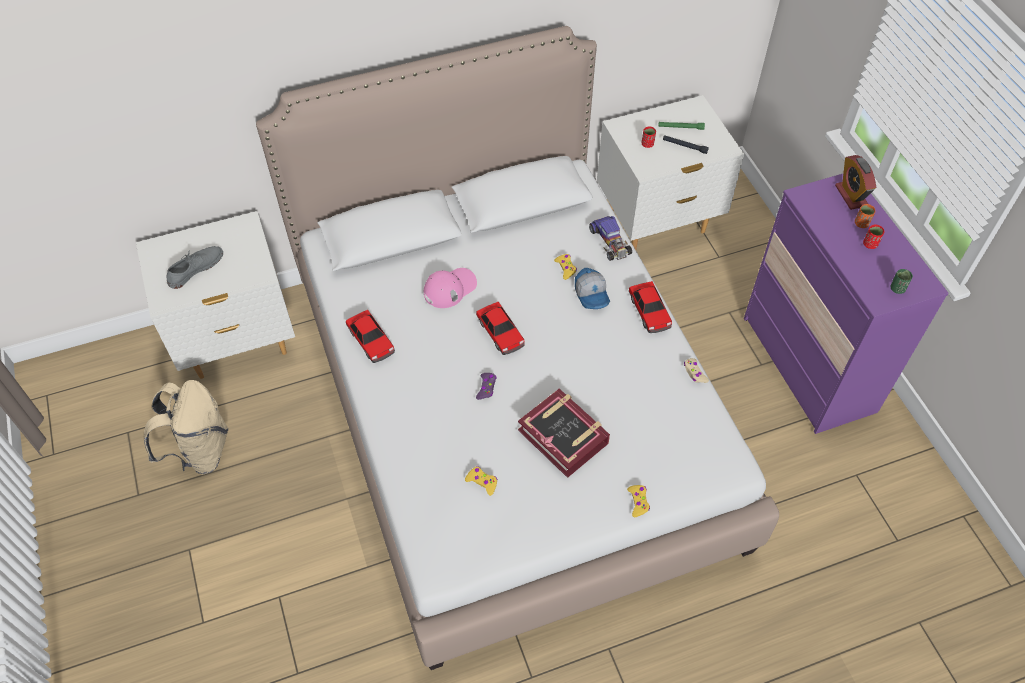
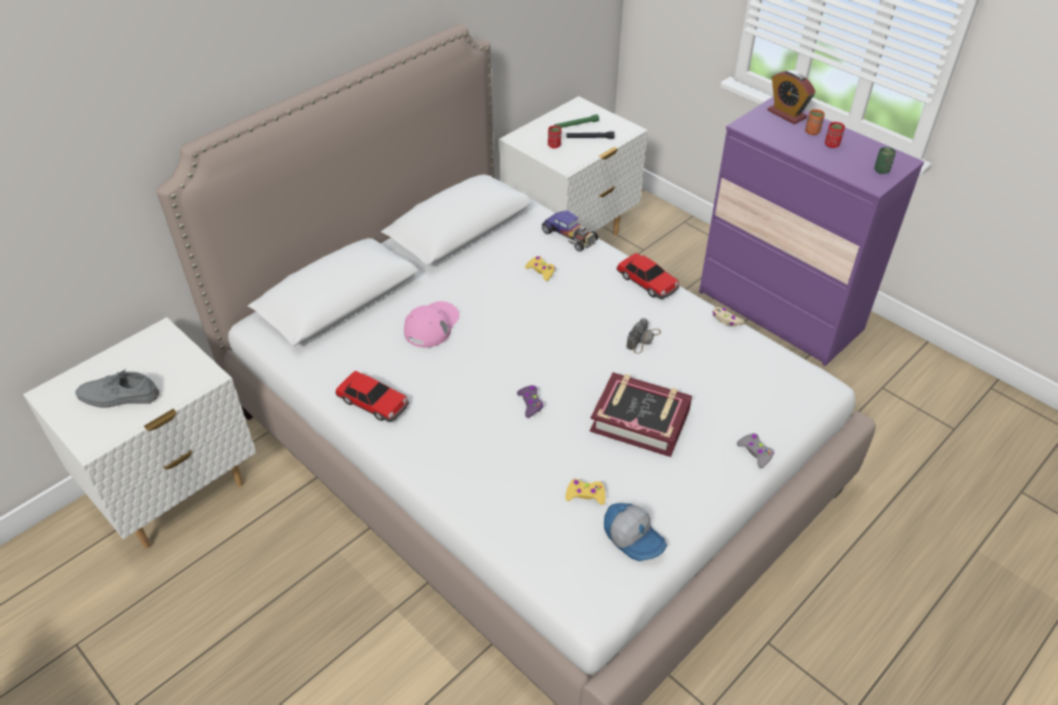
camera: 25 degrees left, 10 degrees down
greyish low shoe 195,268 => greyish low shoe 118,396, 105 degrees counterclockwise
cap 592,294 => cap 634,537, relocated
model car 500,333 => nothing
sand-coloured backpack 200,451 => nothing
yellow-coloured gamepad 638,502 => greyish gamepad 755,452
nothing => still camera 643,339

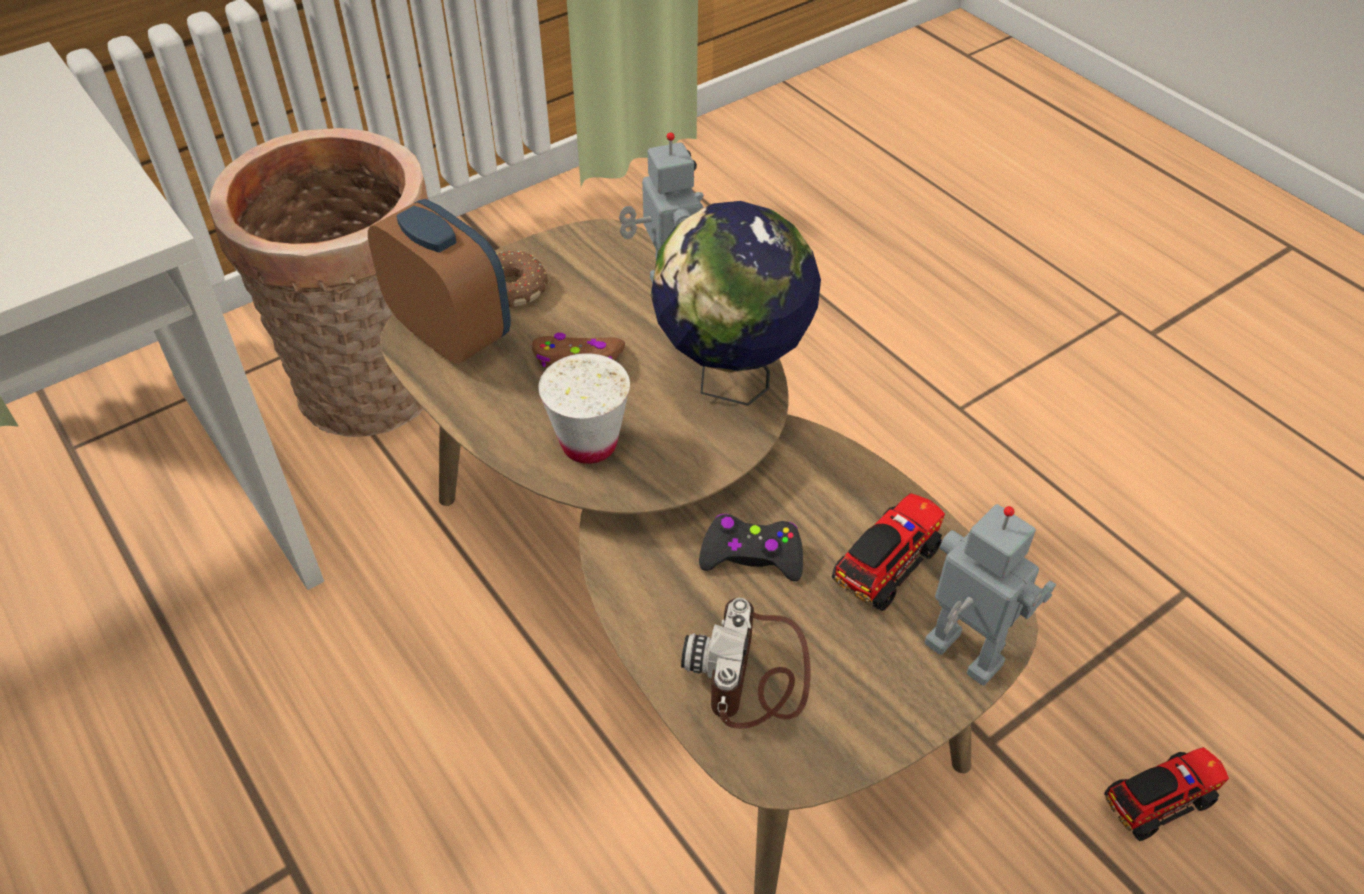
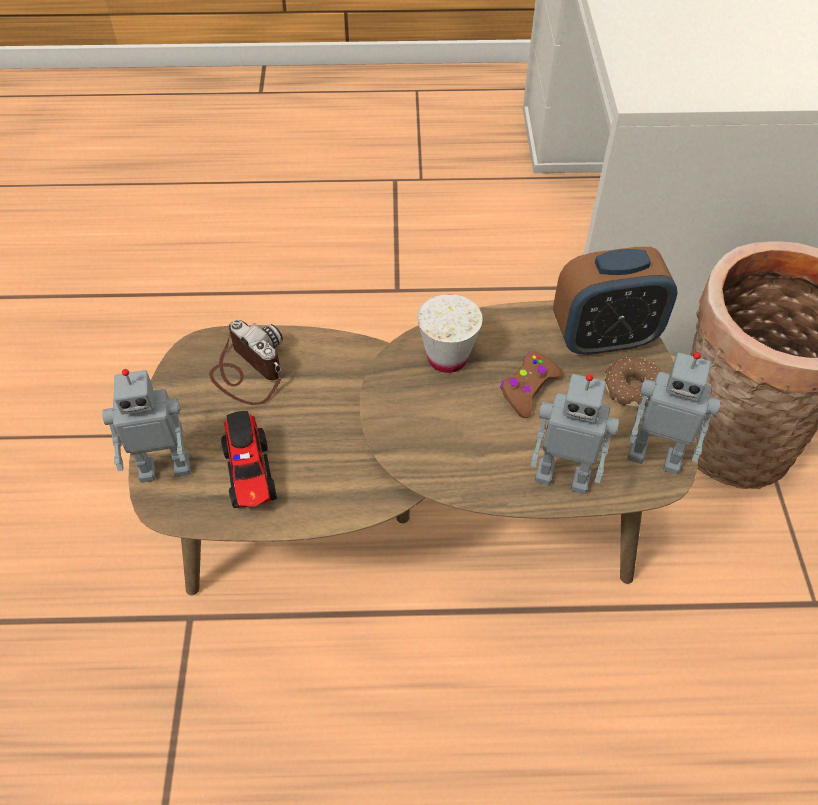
camera: 125 degrees right, 5 degrees up
world globe 731,380 => nothing
black-coloured gamepad 751,556 => nothing
model truck 1159,800 => nothing
nothing => toy robot 655,455

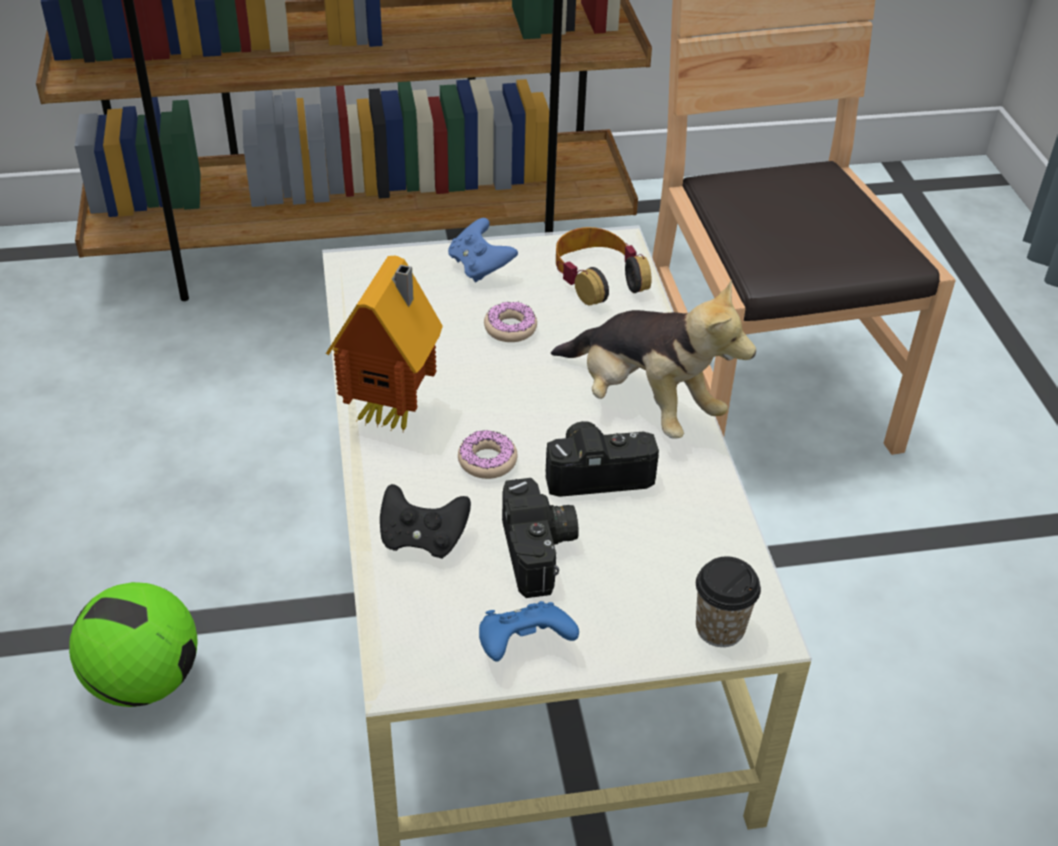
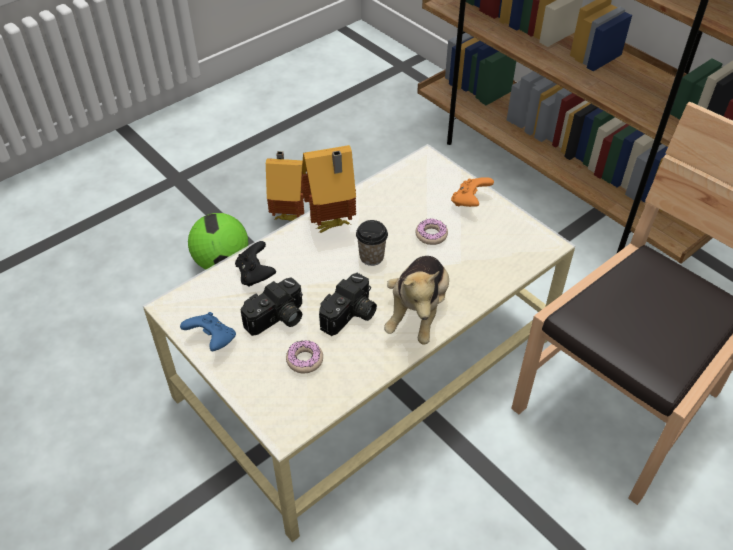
camera: 60 degrees right, 5 degrees up
blue gamepad 480,267 => orange gamepad 470,201
headphones 598,276 => nothing
still camera 598,471 => still camera 350,316, 75 degrees clockwise
doughnut 487,461 => doughnut 304,360, relocated
cup 719,628 => cup 371,257, relocated
nothing => miniature house 289,215

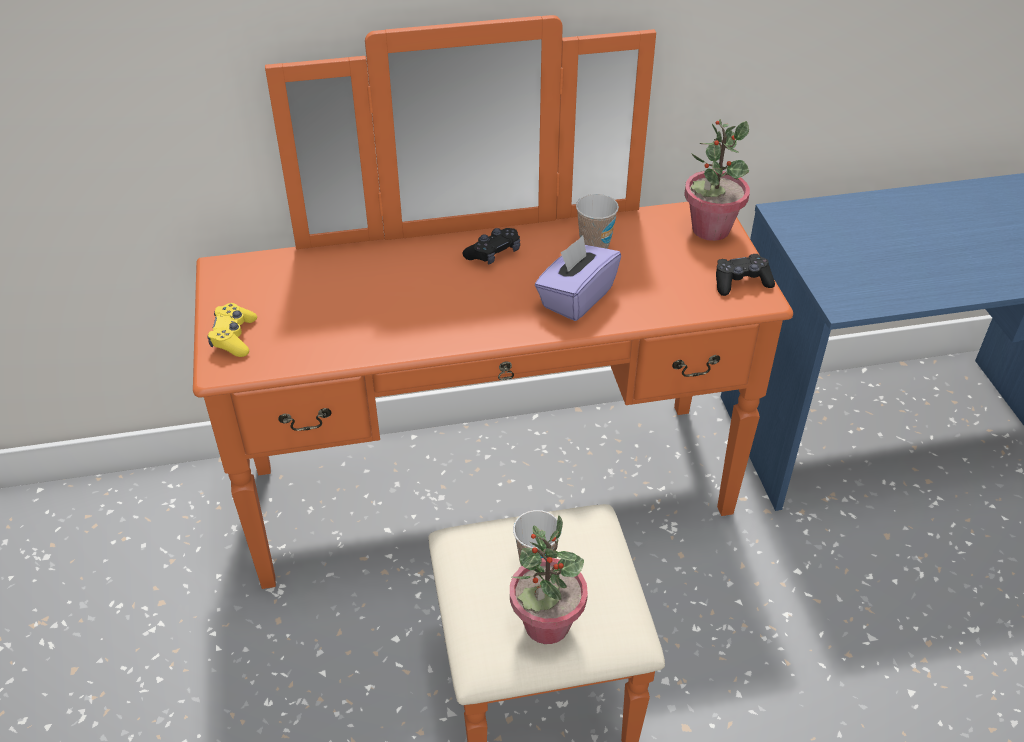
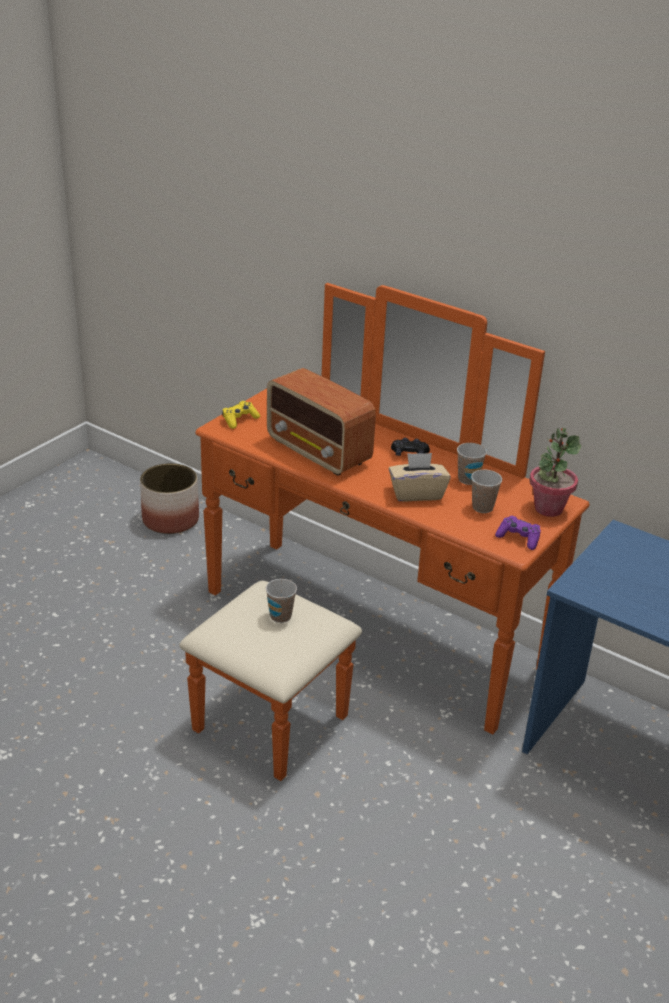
camera: 45 degrees right, 10 degrees down
purplish tissue holder 576,298 => sand-coloured tissue holder 417,493
black-coloured gamepad 741,282 => purplish gamepad 518,538
houseplant 546,625 => nothing
nothing => radio 319,452
nothing => plant pot 170,519
nothing => cup 482,507

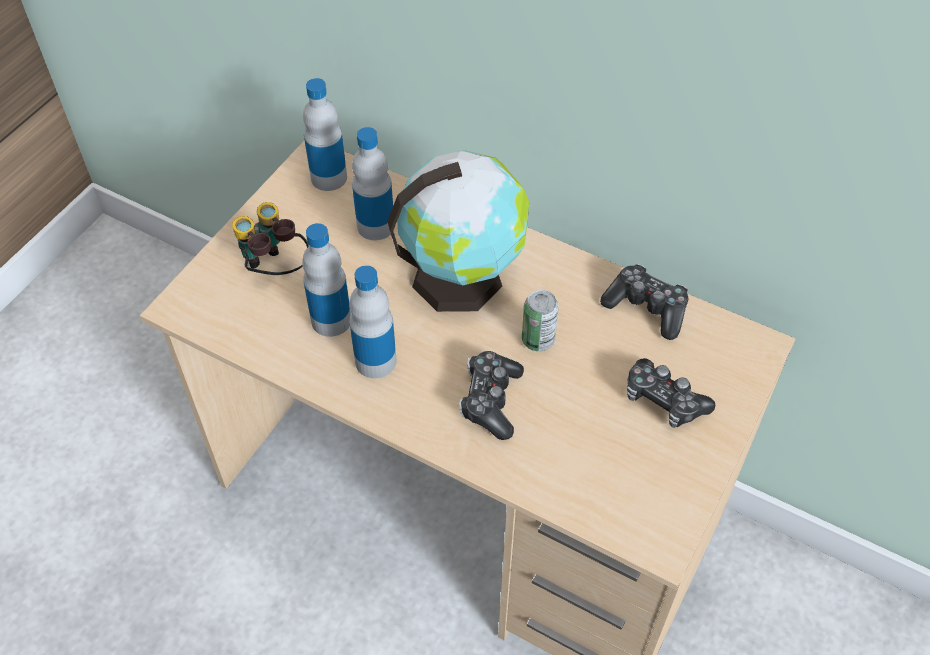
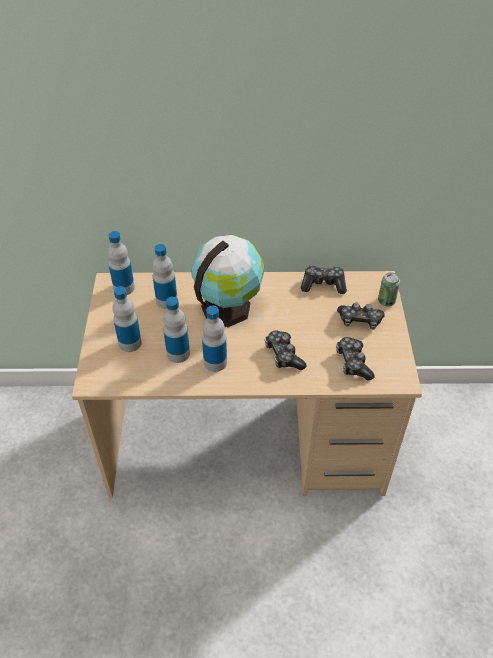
camera: 30 degrees left, 5 degrees down
pair of binoculars 275,270 => drink bottle 130,343
can 538,340 => can 386,301, relocated
nothing => gamepad 353,363

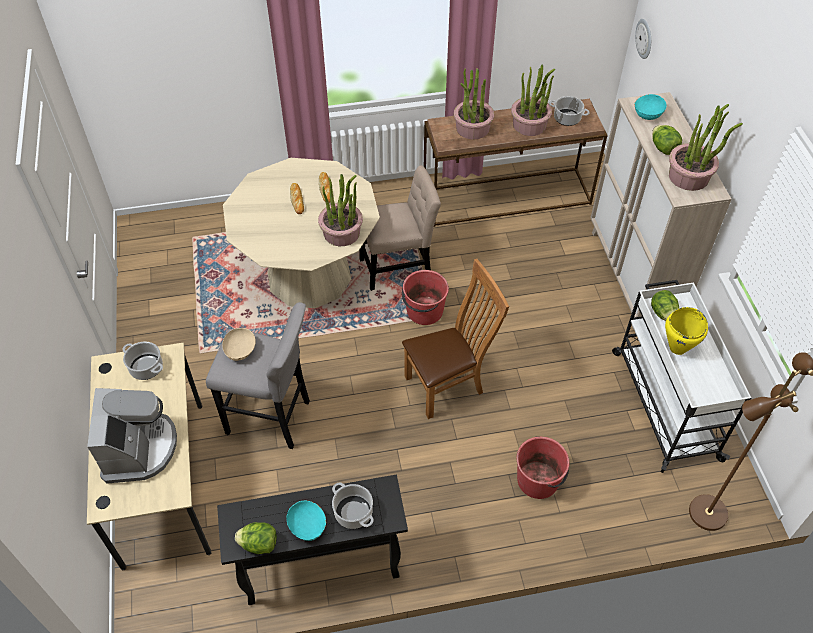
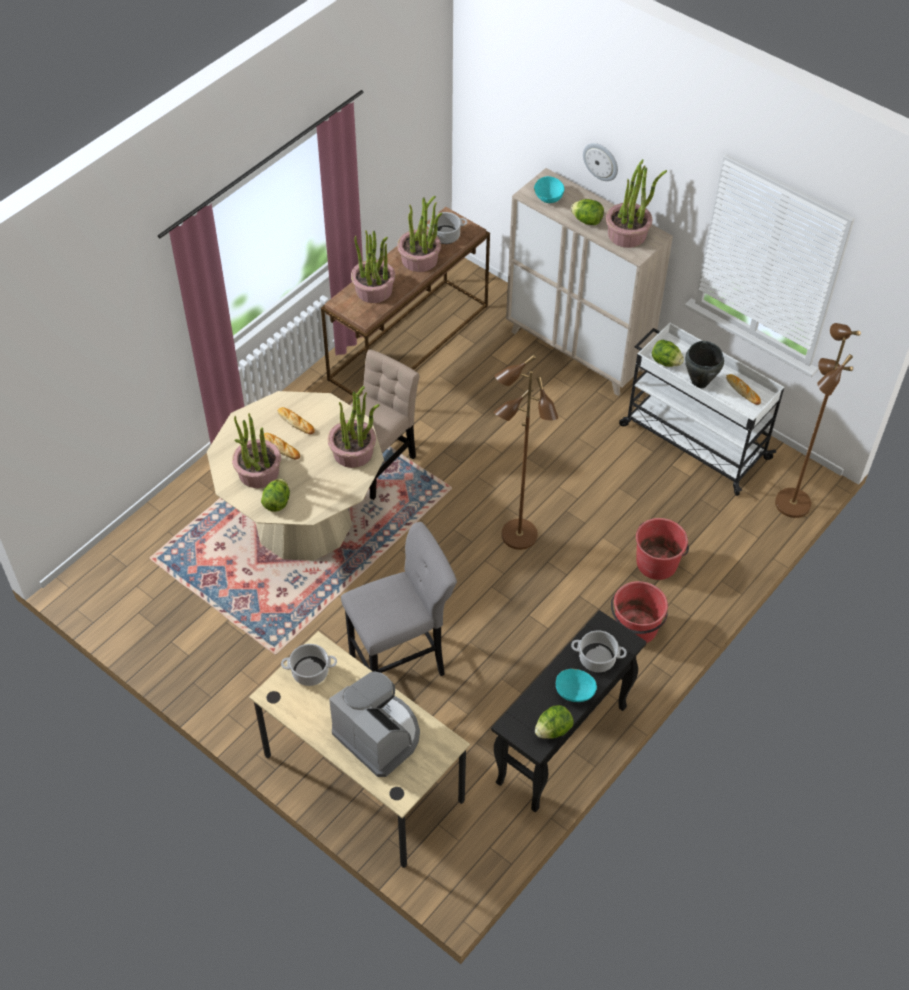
camera: 40 degrees left, 0 degrees up
hanging clock 644,38 => hanging clock 601,161, relocated
brownish chair 448,384 => brownish floor lamp 518,536
red-coloured bucket 424,311 => red-coloured bucket 636,628, relocated
yellow-coloured stockpot 677,348 => black-coloured stockpot 699,383
sand-coloured serving bowl 241,351 => nothing
nothing => baked bread 743,391
nothing => houseplant 258,472
nothing => lettuce 277,502

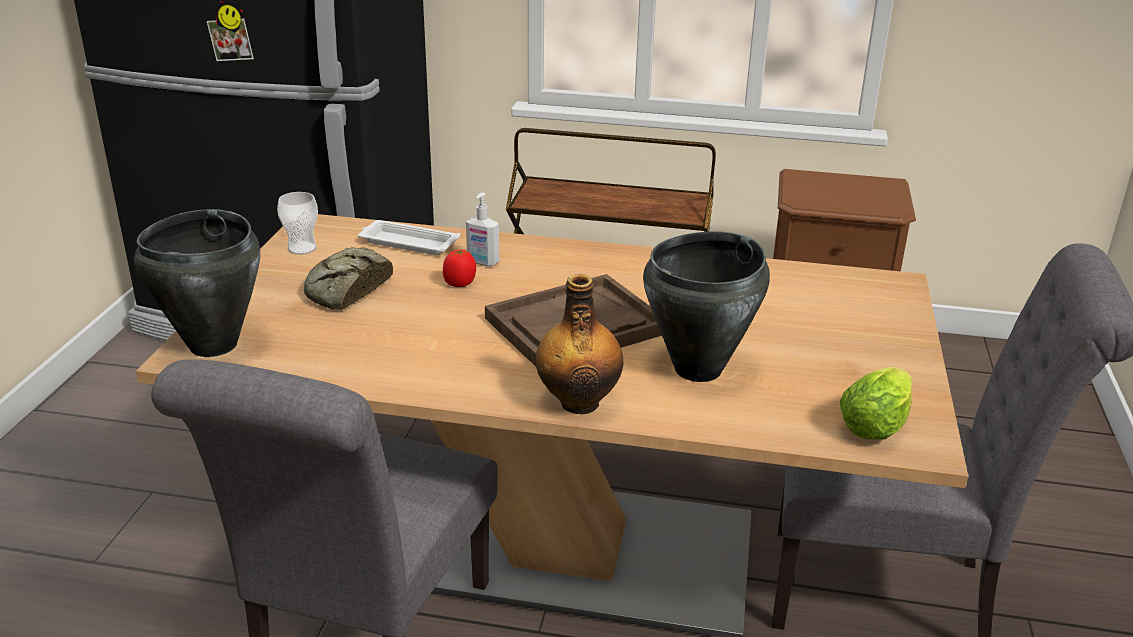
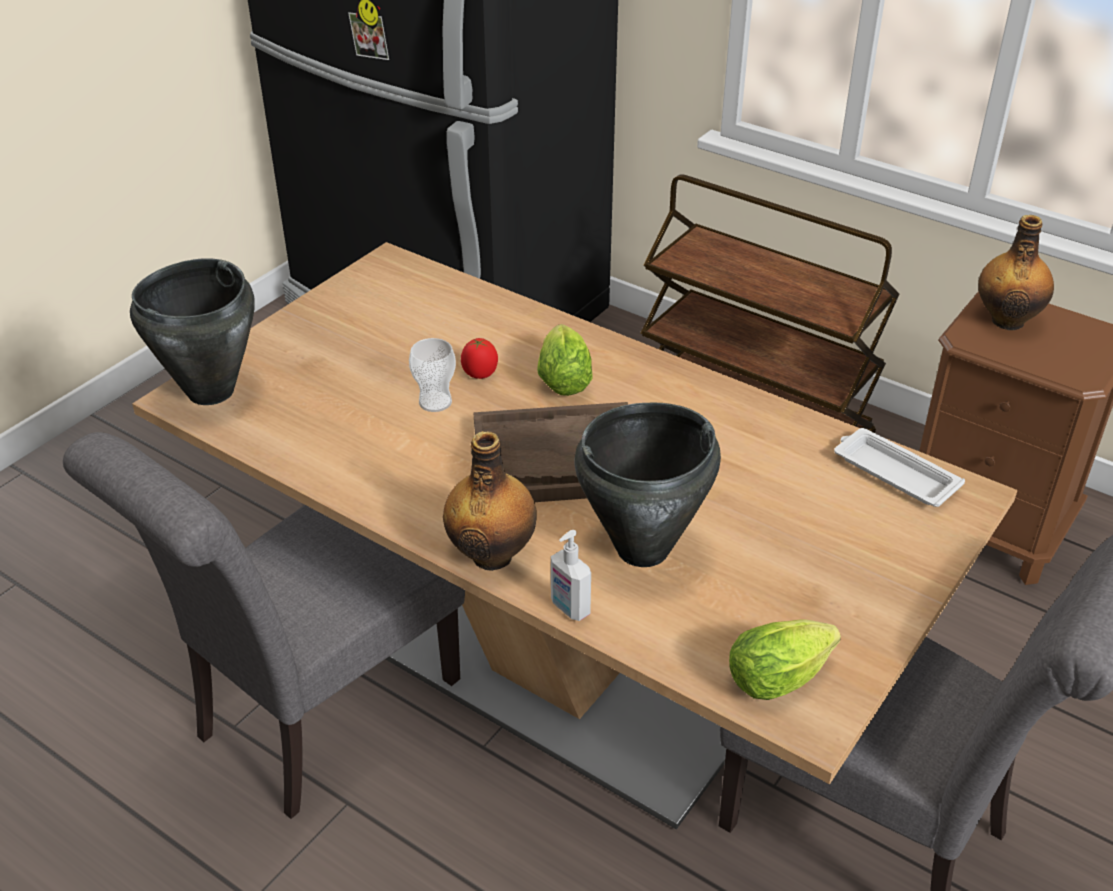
camera: 25 degrees right, 10 degrees up
cup 302,248 => cup 435,402, relocated
liquid soap bottle 482,262 => liquid soap bottle 569,608, relocated
white tray 407,243 => white tray 893,473, relocated
baked bread 346,289 => nothing
nothing => drink bottle 1007,320
nothing => lettuce 563,377

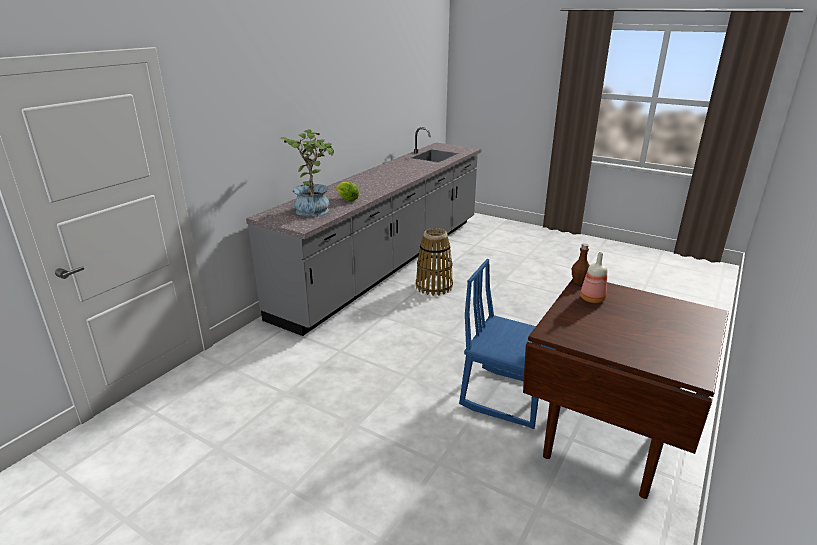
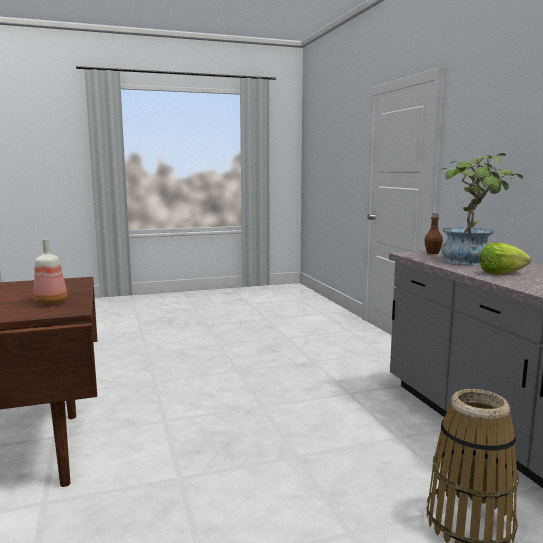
camera: 130 degrees right, 15 degrees down
brownish drink bottle 579,281 => brownish drink bottle 432,253, relocated
blue chair 506,396 => nothing

